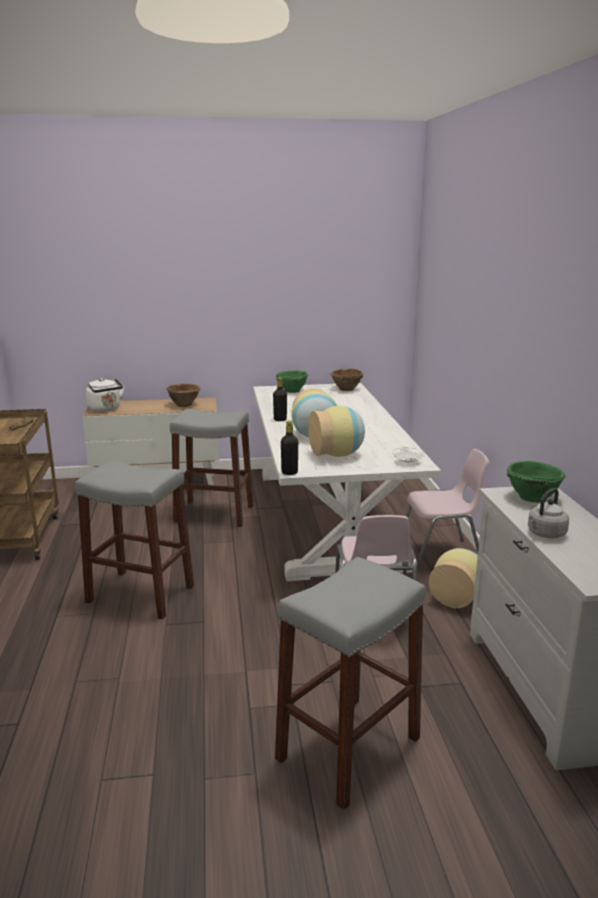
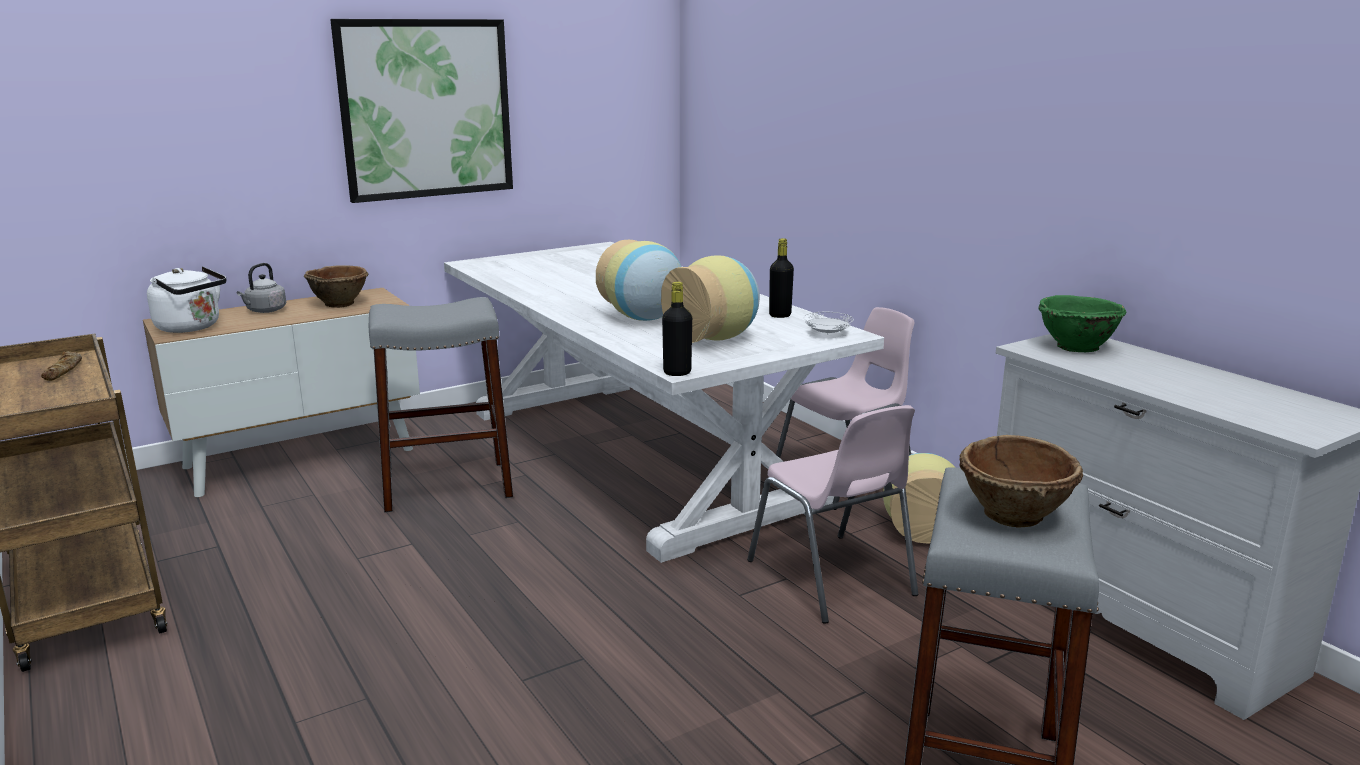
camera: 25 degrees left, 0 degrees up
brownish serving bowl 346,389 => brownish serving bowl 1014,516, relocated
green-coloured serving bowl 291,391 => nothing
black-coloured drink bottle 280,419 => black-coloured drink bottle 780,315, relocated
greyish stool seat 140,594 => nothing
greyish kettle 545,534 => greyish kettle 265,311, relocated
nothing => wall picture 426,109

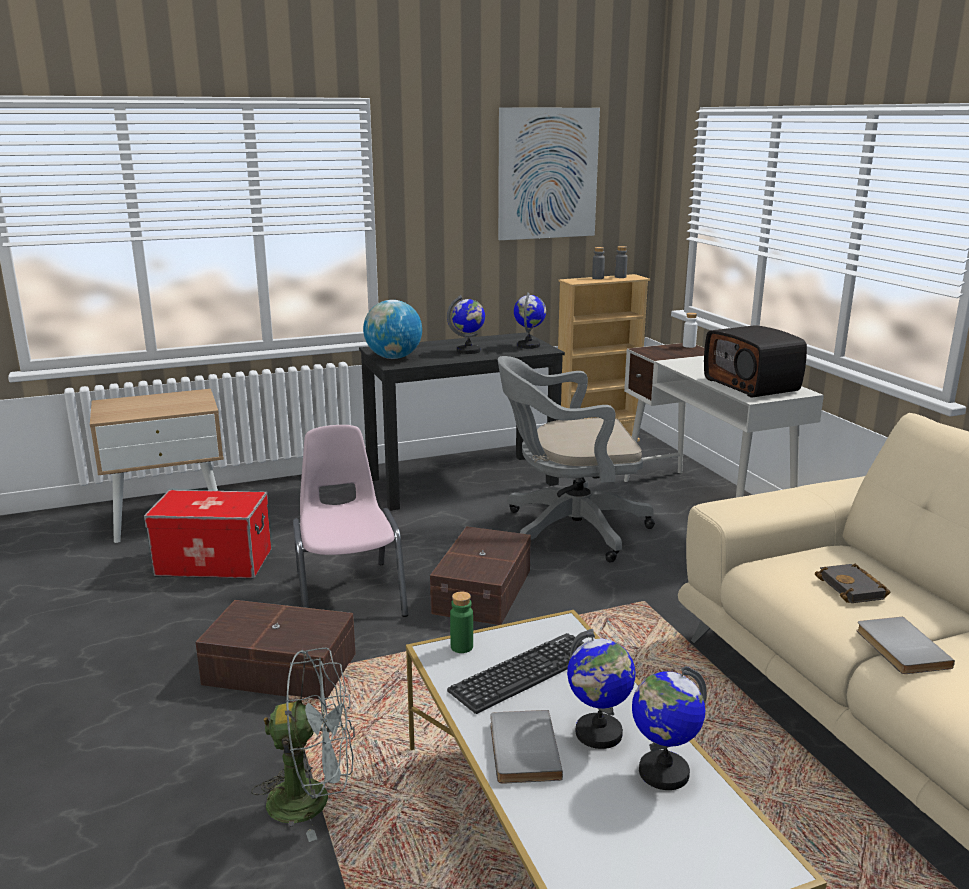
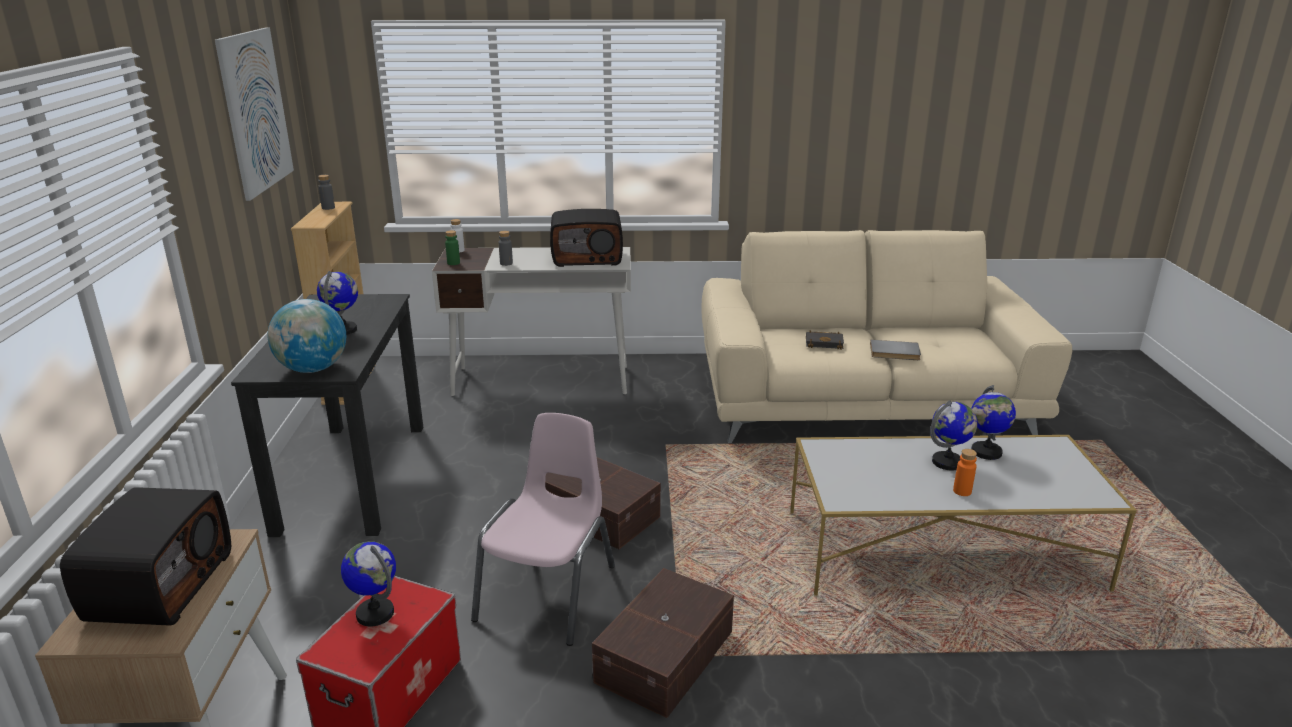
camera: 70 degrees left, 5 degrees up
greyish drink bottle 597,278 => greyish drink bottle 506,263, relocated
world globe 529,345 => world globe 375,613, relocated
greyish office chair 567,530 => nothing
pink chair 349,594 => pink chair 549,592, 105 degrees clockwise
green-coloured drink bottle 461,647 => green-coloured drink bottle 453,263, relocated
keyboard 524,673 => nothing
greyish cooling fan 313,799 => nothing
greyish bound book 521,749 => orange drink bottle 962,491
nothing => radio 159,585

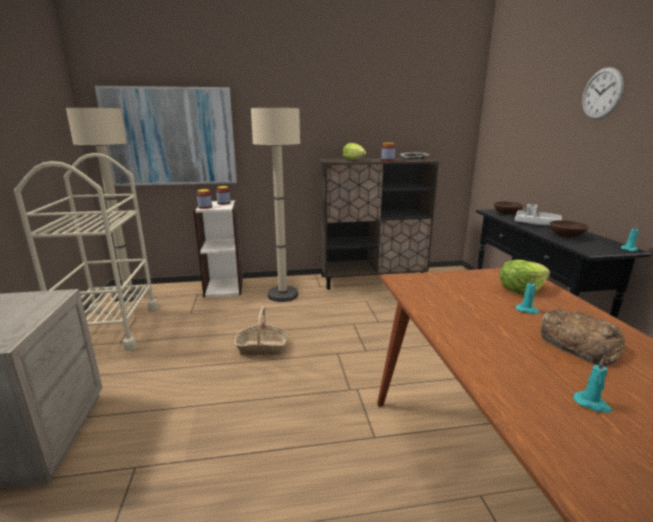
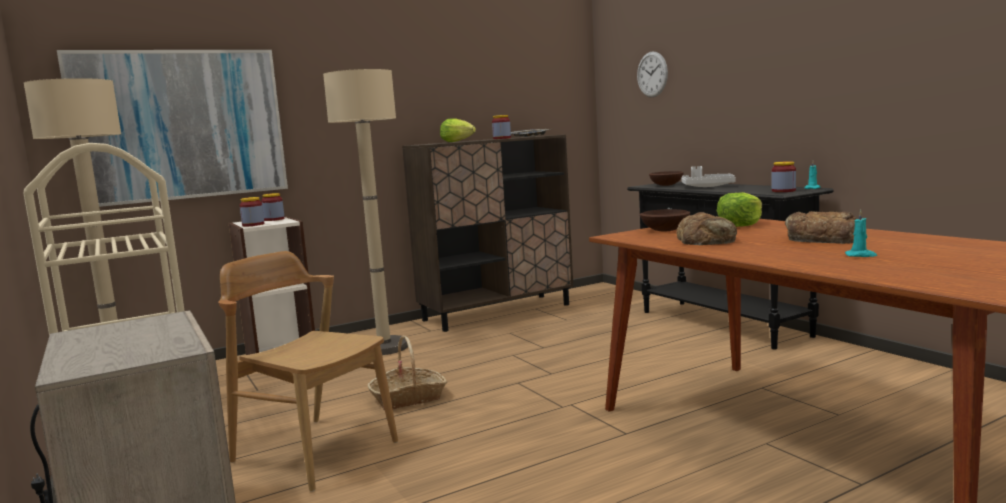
camera: 20 degrees left, 10 degrees down
hanging clock 601,94 => hanging clock 652,74, relocated
brownish serving bowl 565,236 => brownish serving bowl 664,230, relocated
turquoise wax candle 527,310 => nothing
nothing => storage jar 783,191
nothing => baked bread 707,239
nothing => brownish chair 314,451

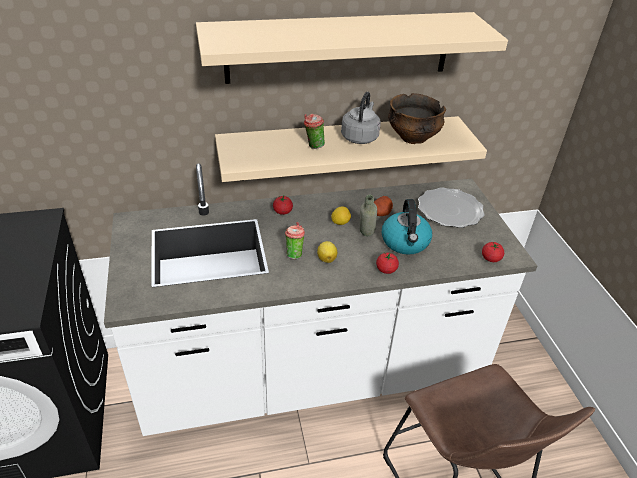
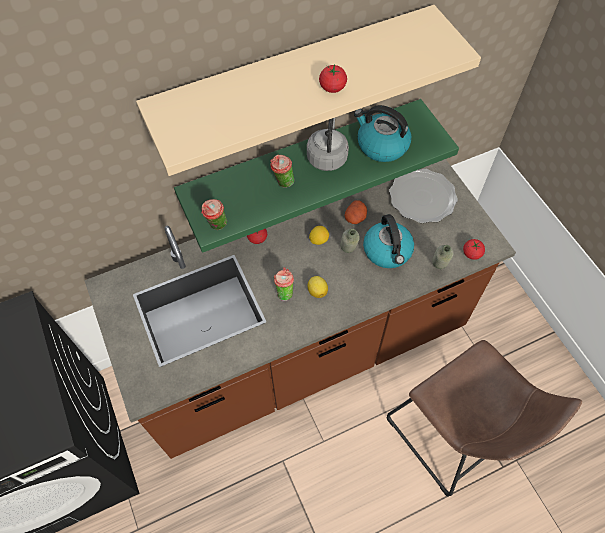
camera: 10 degrees left, 20 degrees up
serving bowl 413,137 => kettle 381,145
sand-coloured bracket shelf 340,148 => green-coloured bracket shelf 303,160
white kitchen base unit 311,372 => brownish kitchen base unit 303,349
tomato 386,270 => tomato 332,87, relocated
nothing => cup 217,226
nothing => greyish drink bottle 437,270

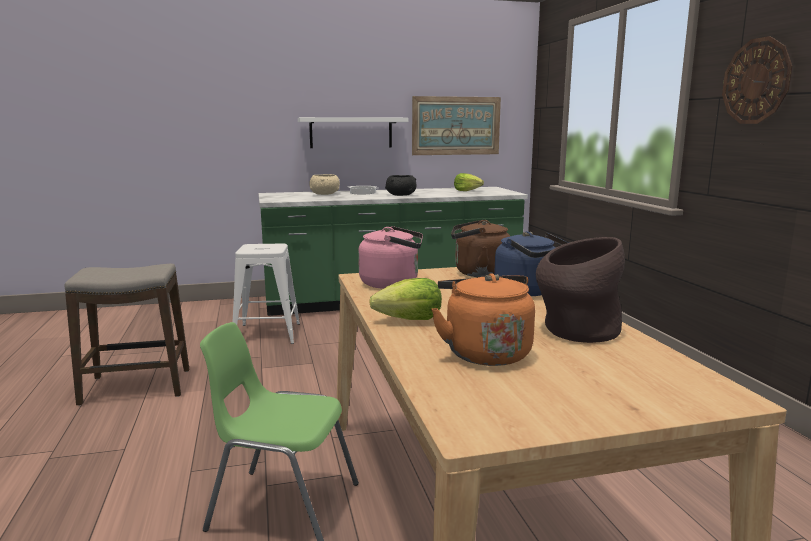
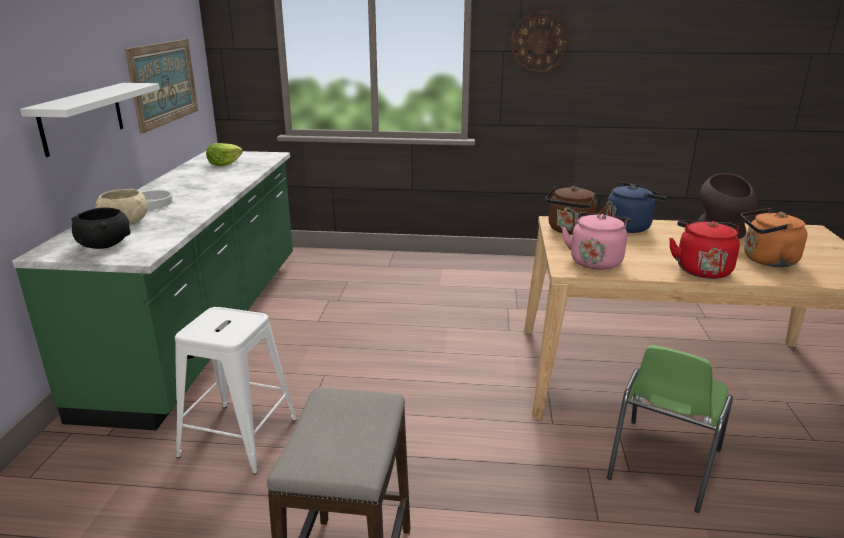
camera: 70 degrees left, 10 degrees up
black-coloured serving bowl 401,195 => black-coloured serving bowl 104,244, relocated
lettuce 409,320 => red-coloured kettle 701,269

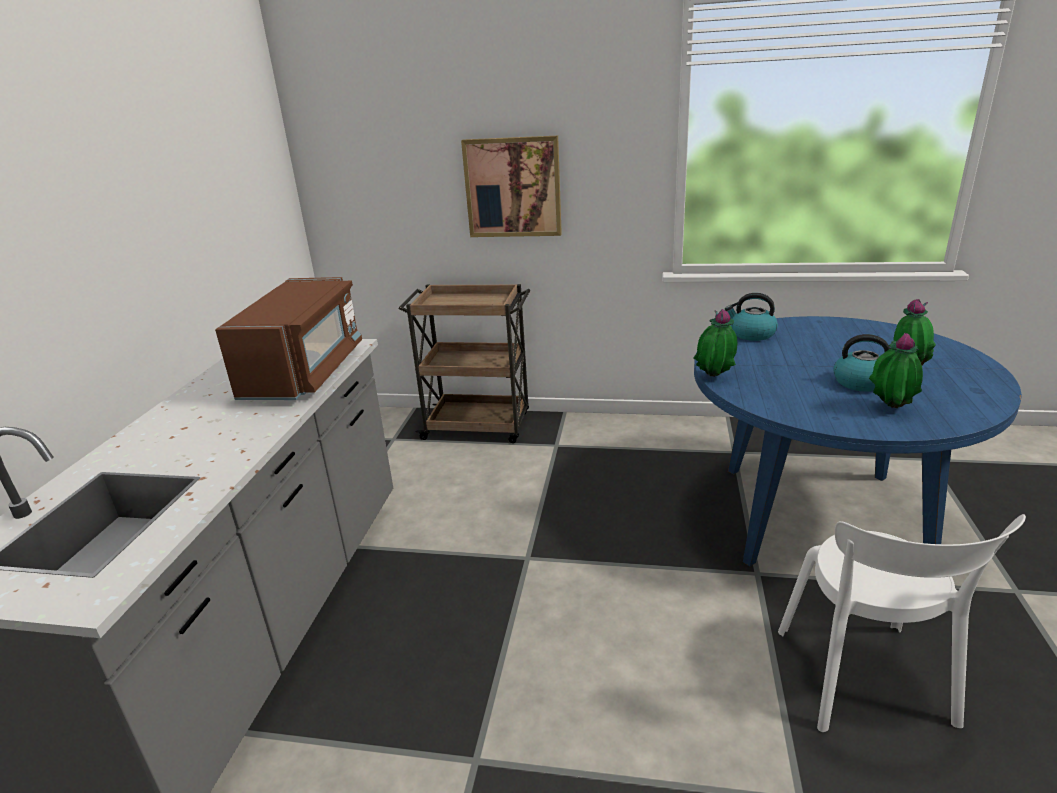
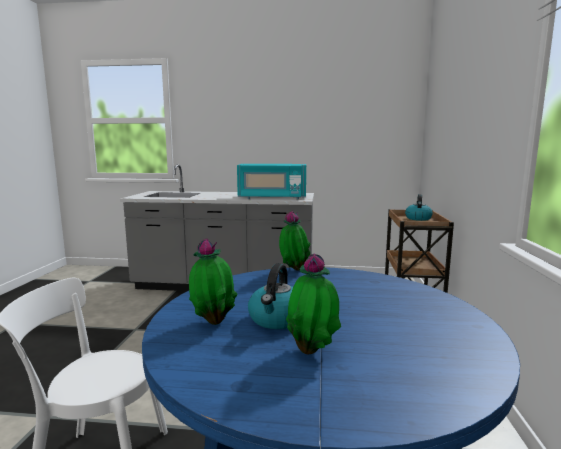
camera: 85 degrees right, 15 degrees down
wall picture 513,187 => nothing
brownish microwave oven 305,372 => turquoise microwave oven 272,198
kettle 751,334 => kettle 418,218, relocated

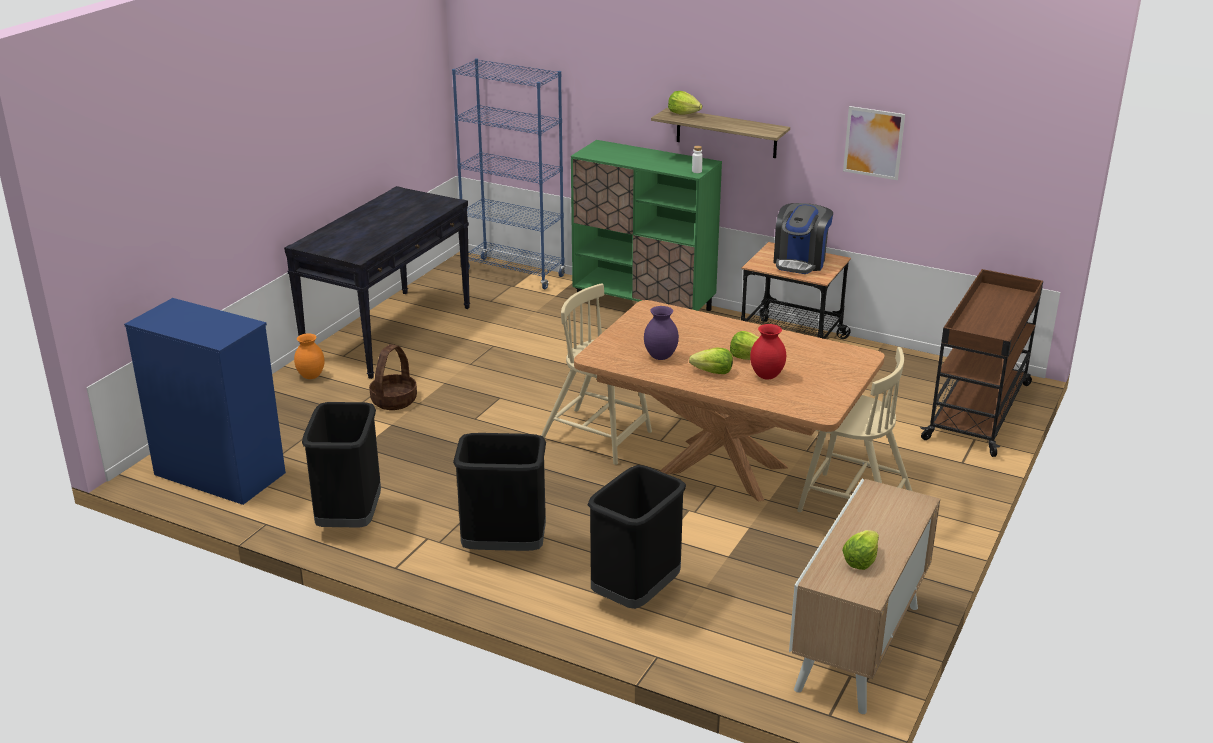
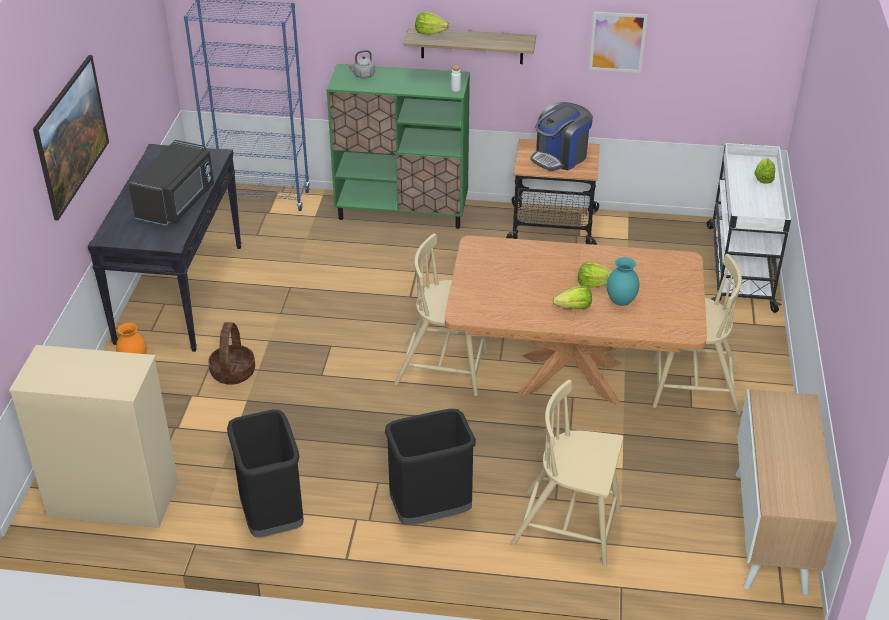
camera: 20 degrees left, 10 degrees up
coffee brewer 800,262 => coffee brewer 560,157, 45 degrees clockwise
brownish trolley 978,410 => white trolley 740,266
blue dresser 218,473 => sand-coloured dresser 112,498
purplish vase 660,357 => nothing
red-coloured vase 767,376 => turquoise vase 621,302
black-coloured rubbish bin 635,593 => sand-coloured chair 568,528
lettuce 861,560 => lettuce 763,178, relocated
nothing => greyish kettle 363,75
nothing => wall picture 76,157
nothing => black-coloured microwave oven 177,202

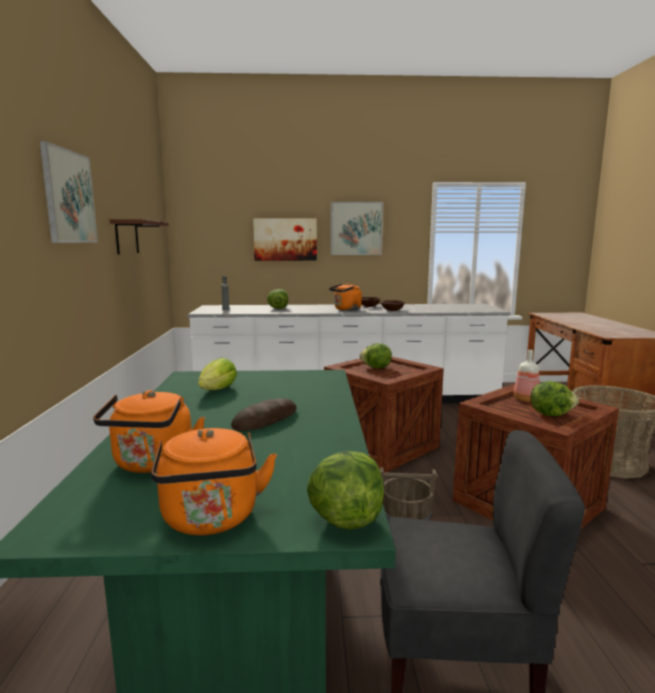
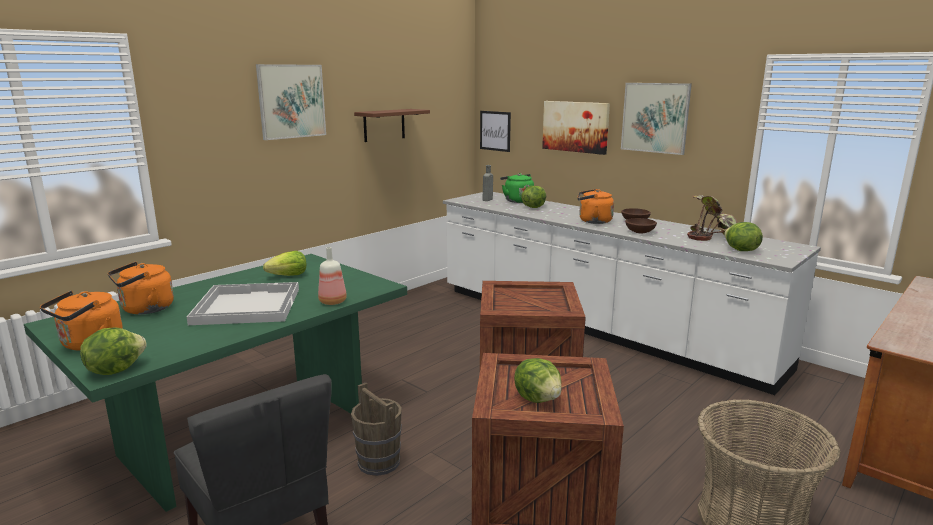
camera: 45 degrees right, 5 degrees up
lettuce 376,368 => lettuce 740,250, relocated
drink bottle 525,399 => drink bottle 333,301, relocated
baked bread 265,420 => white tray 246,305
nothing => wall picture 495,131
nothing => green-coloured kettle 517,201
nothing => houseplant 711,236

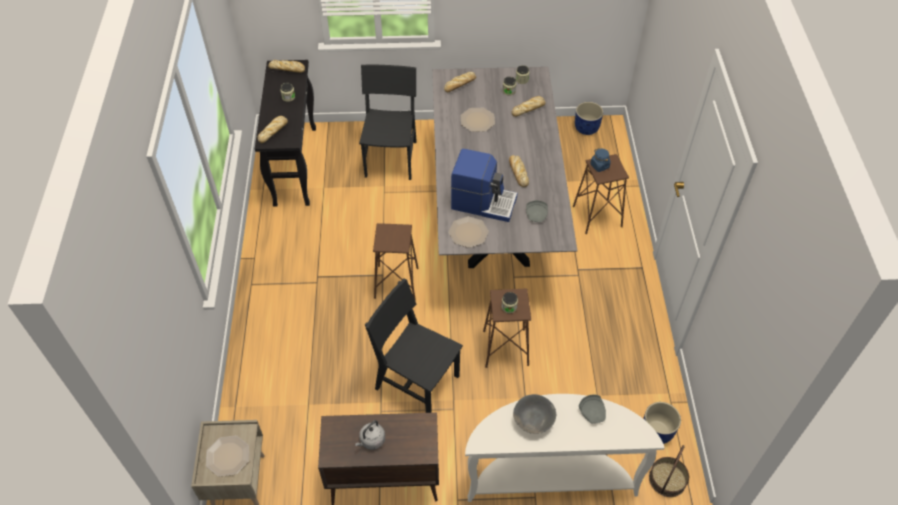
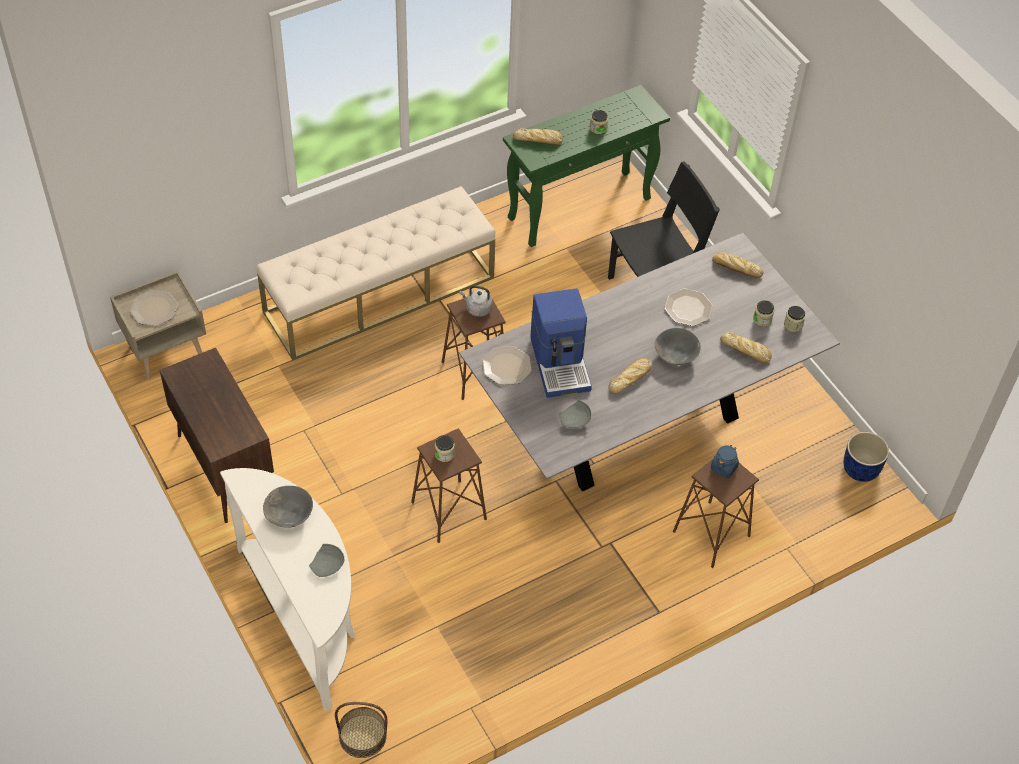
camera: 60 degrees right, 0 degrees up
black-coloured console table 295,165 => green-coloured console table 580,208
baked bread 287,69 => nothing
black-coloured chair 417,382 => nothing
blue plant pot 656,431 => nothing
greyish kettle 371,441 => greyish kettle 477,308, relocated
nothing => sand-coloured bench 379,294
nothing => greyish serving bowl 675,355

